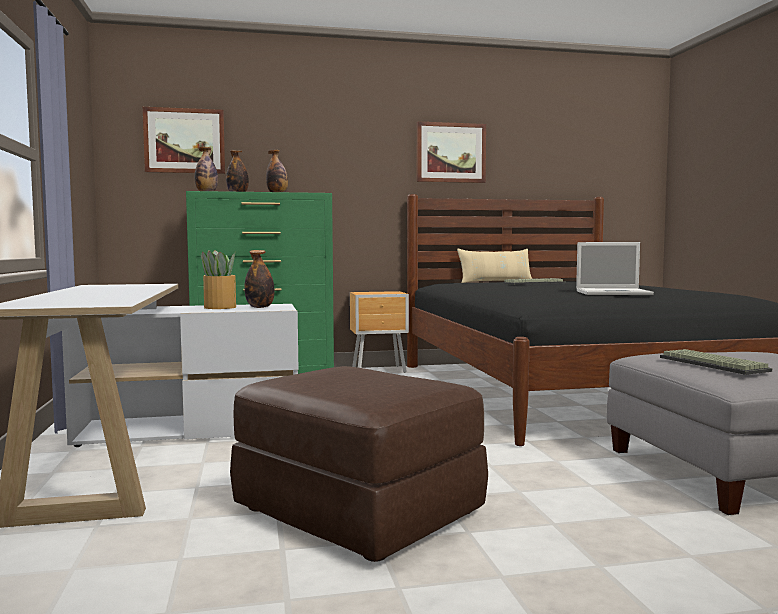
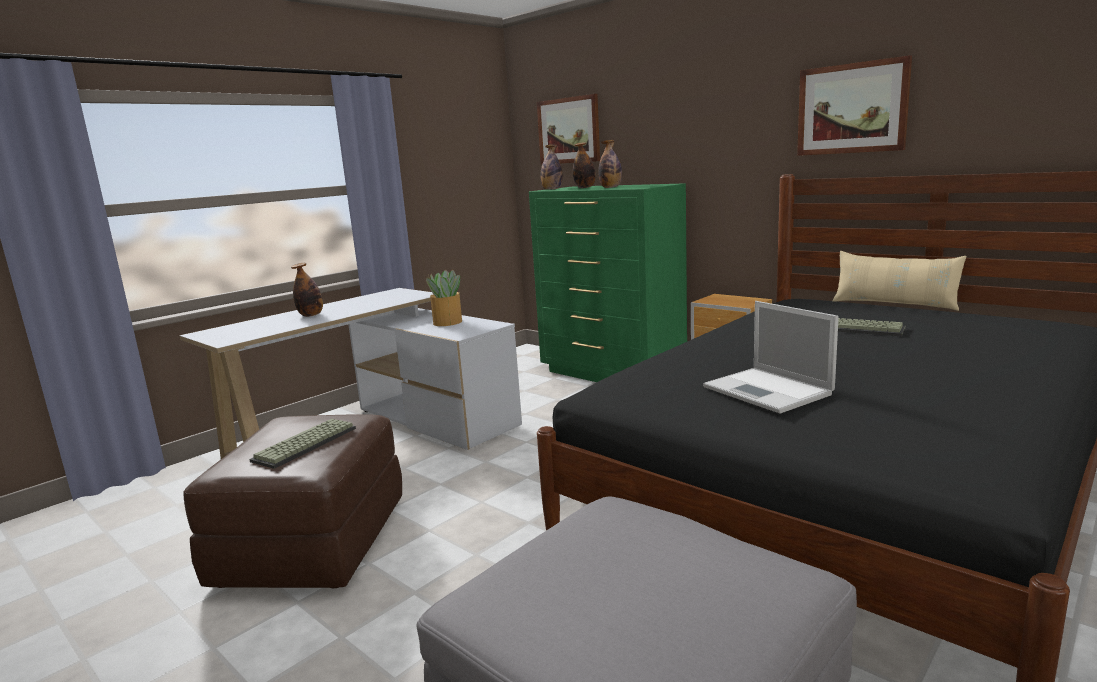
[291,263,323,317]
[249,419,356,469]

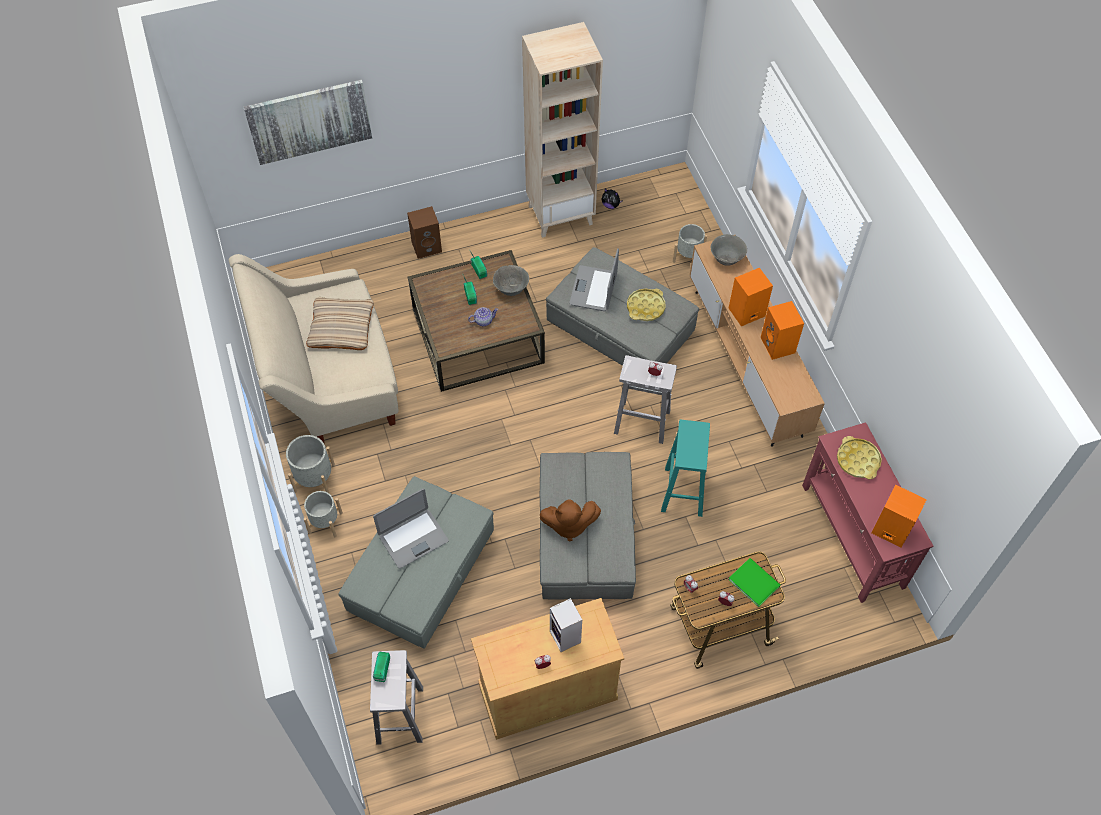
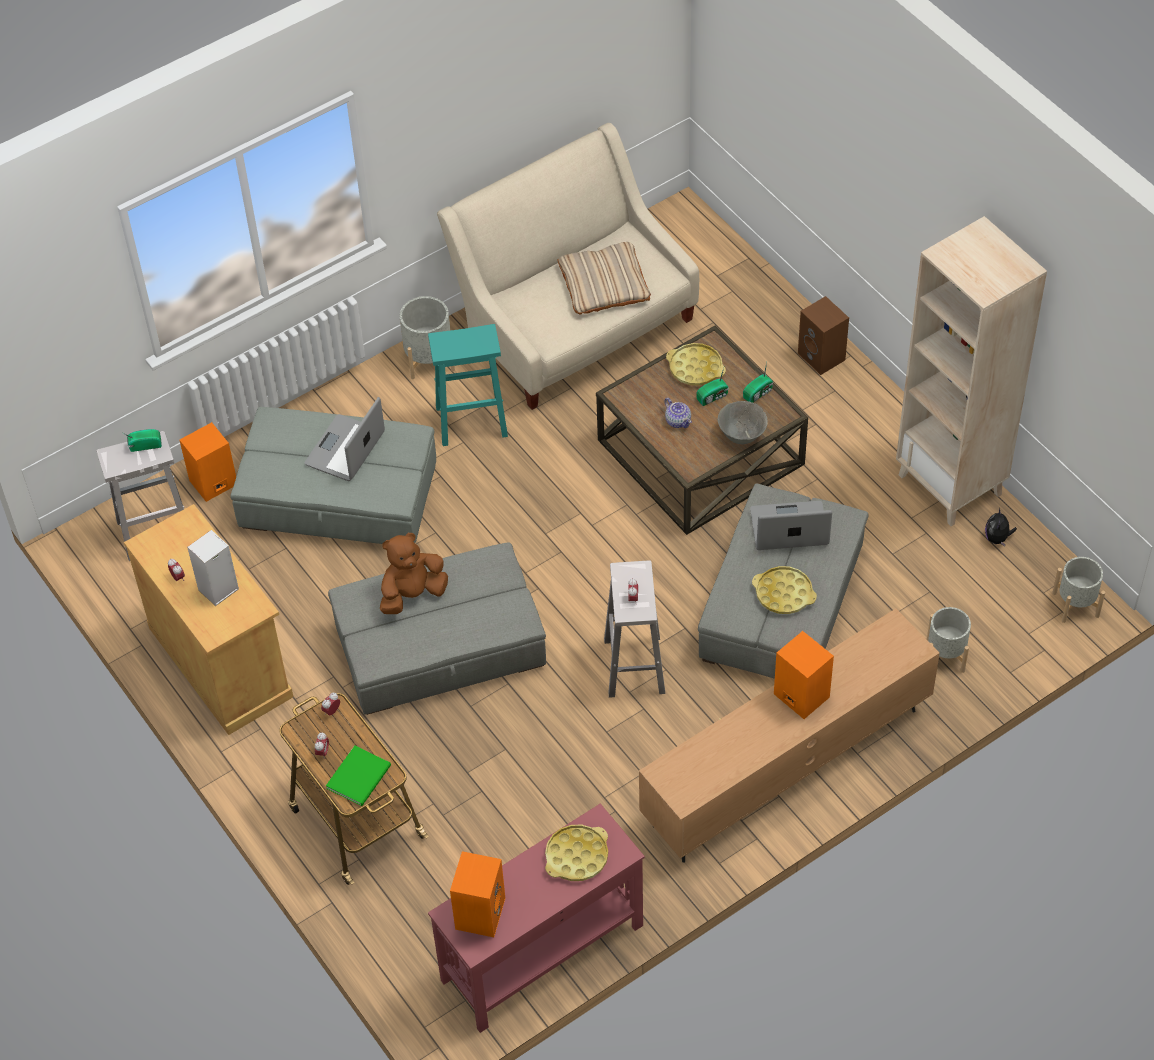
[244,80,372,165] (first image)
[1052,557,1105,623]
[305,397,385,481]
[380,533,448,614]
[428,324,508,446]
[711,234,747,266] (first image)
[179,422,236,502]
[666,343,726,386]

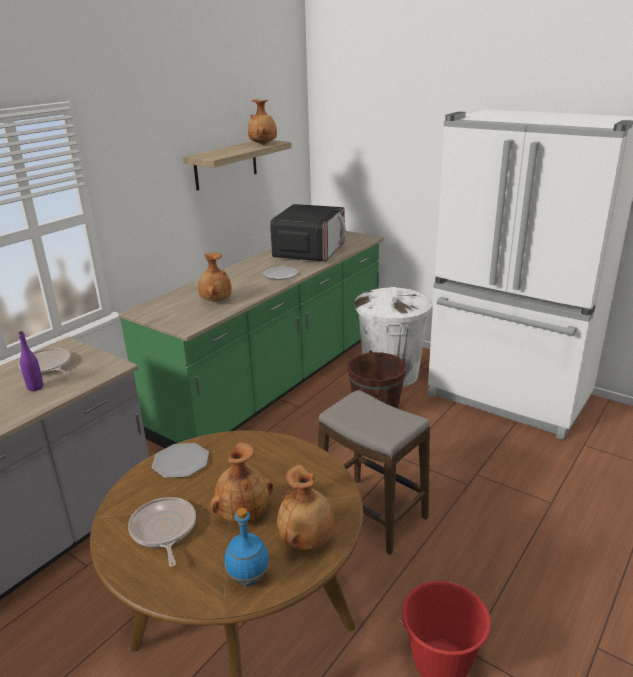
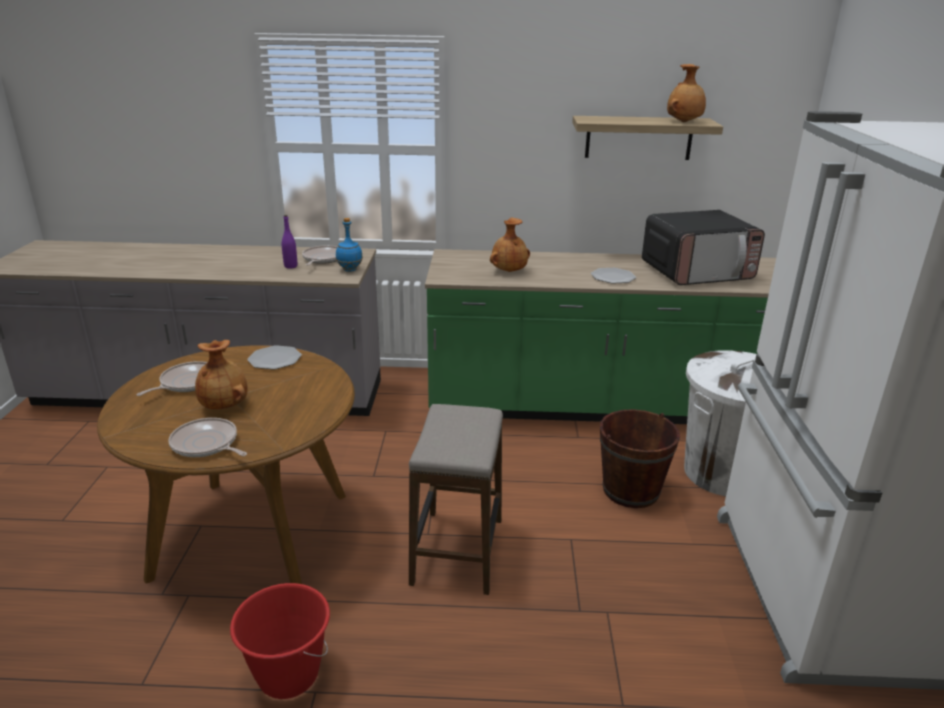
[336,218,363,272]
[168,418,247,457]

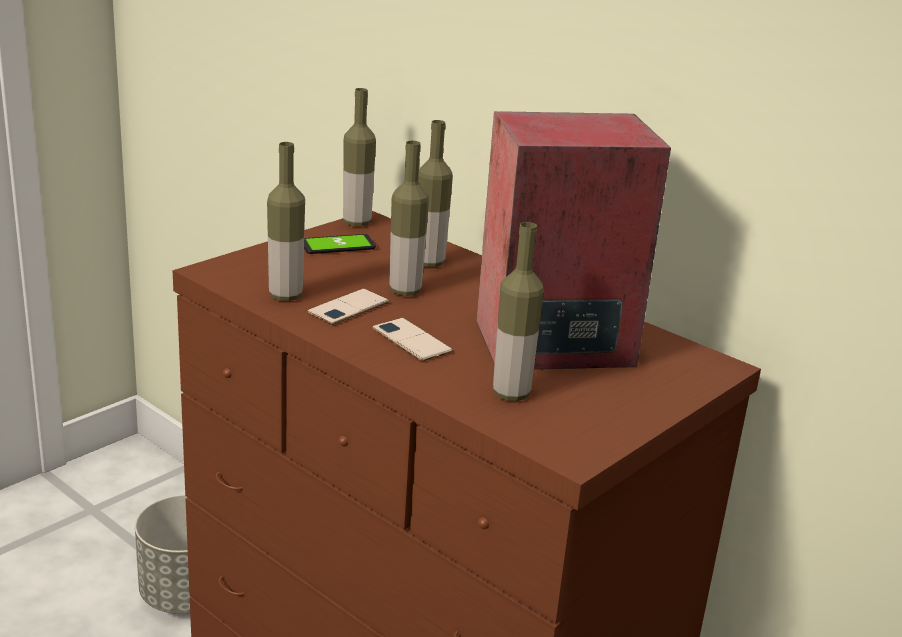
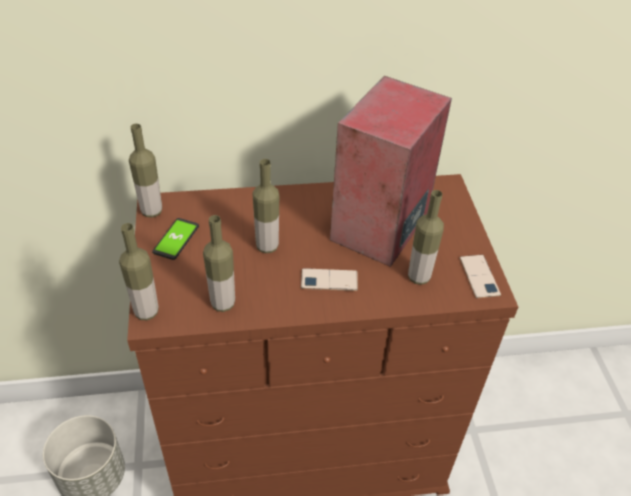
[460,255,501,298]
[119,223,159,320]

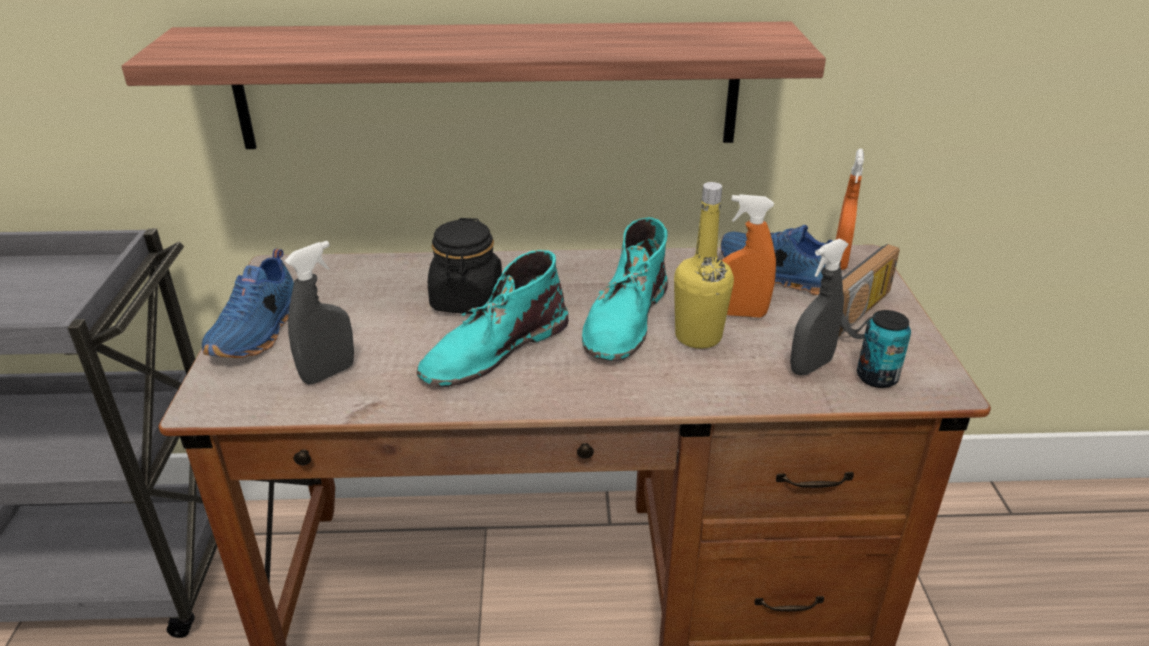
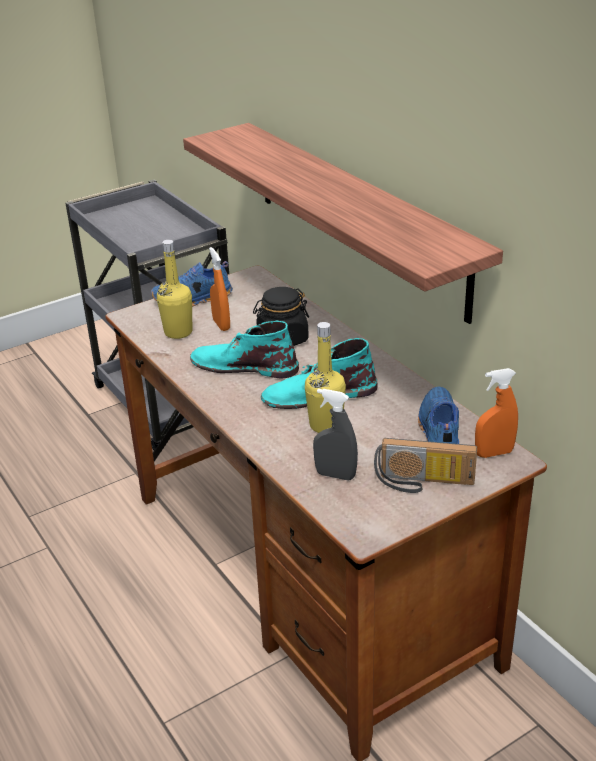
[157,240,192,339]
[209,247,230,331]
[857,310,911,388] (first image)

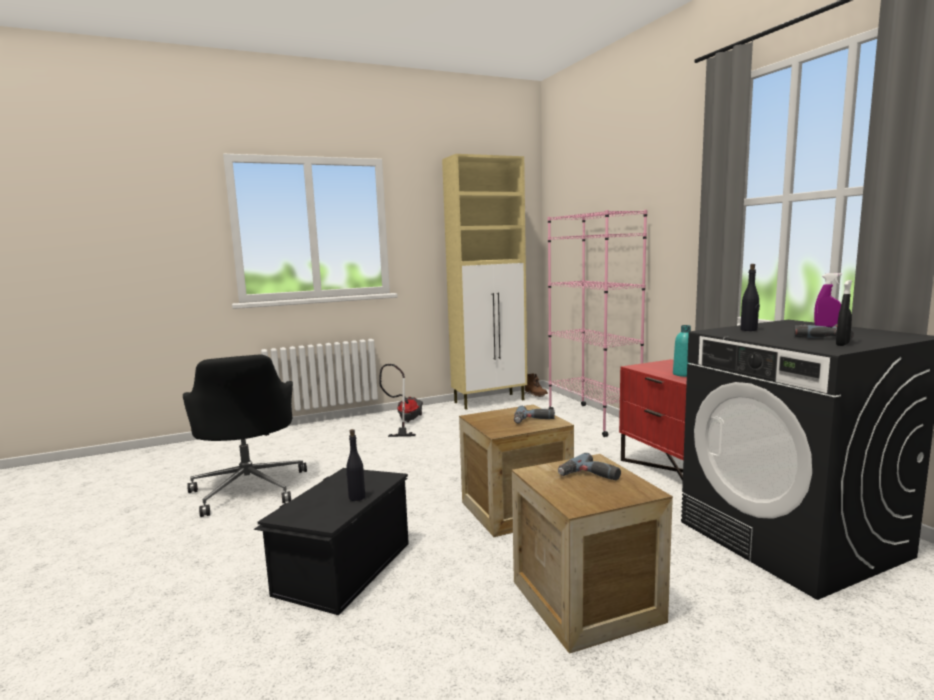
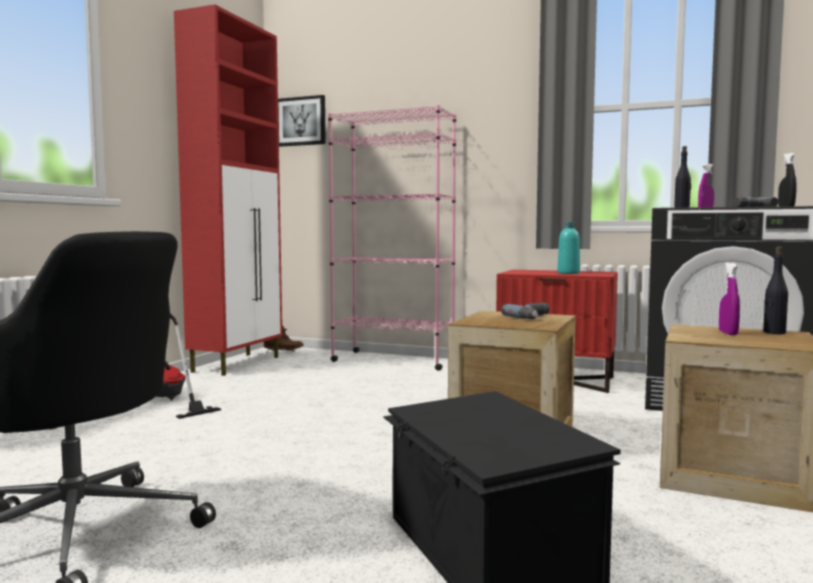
[763,247,788,334]
[174,4,282,376]
[719,262,740,335]
[278,95,326,147]

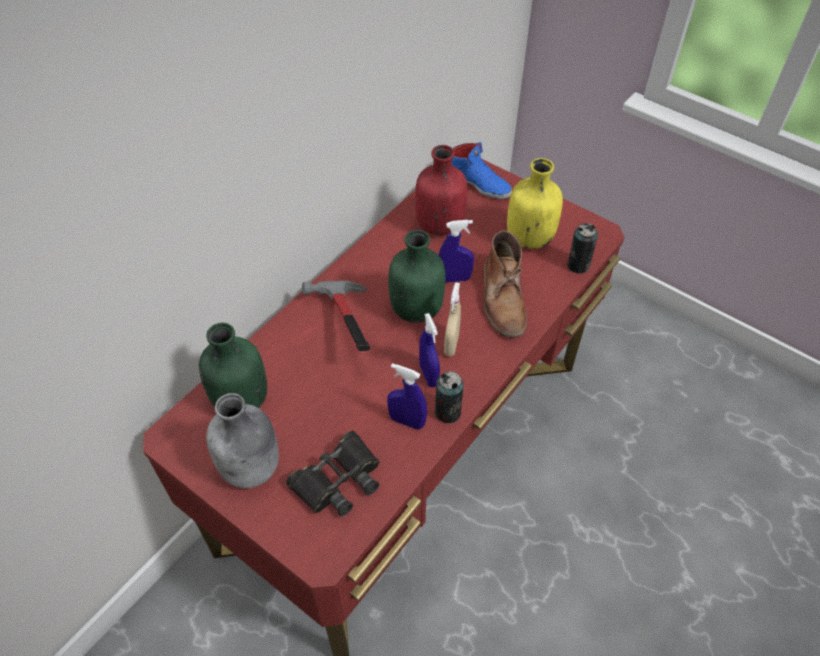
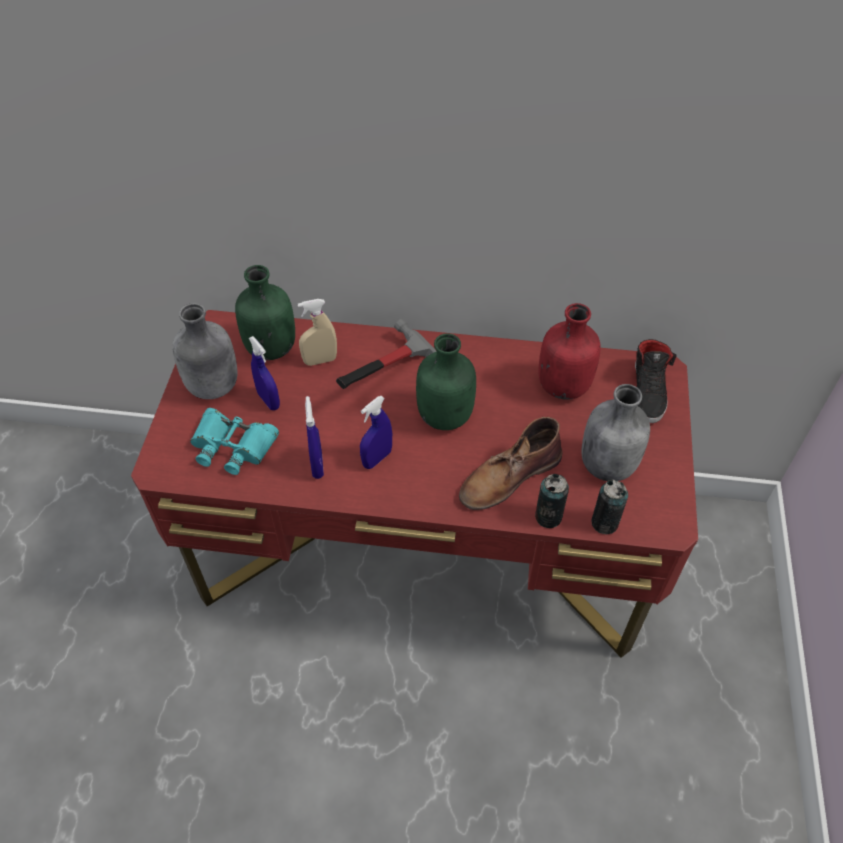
[190,408,279,475]
[535,474,569,528]
[249,336,280,410]
[298,299,337,366]
[635,339,677,423]
[582,384,650,481]

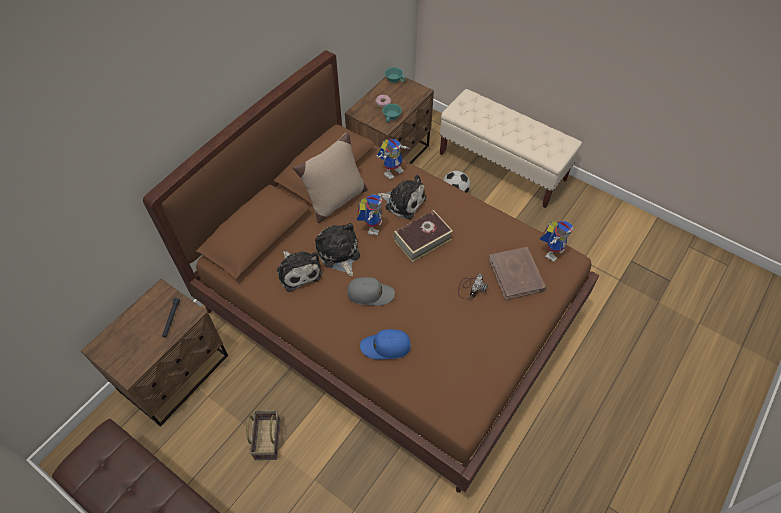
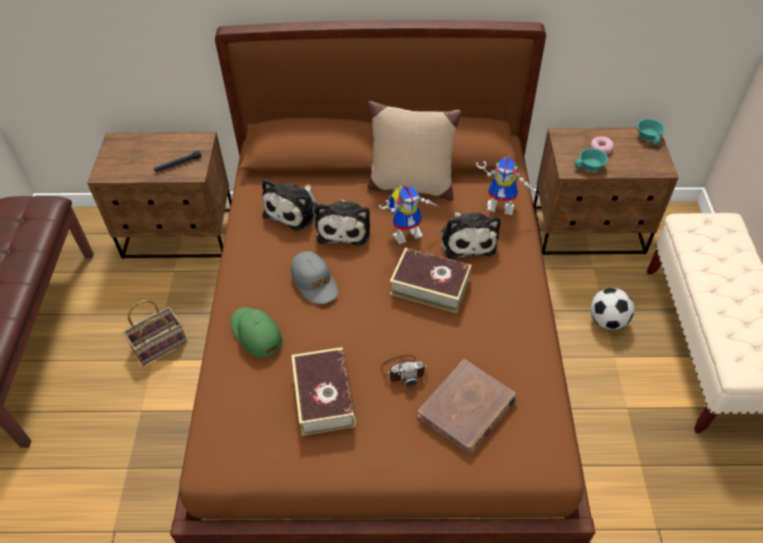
[315,200,370,246]
[231,307,282,358]
[540,220,573,262] (first image)
[291,347,356,436]

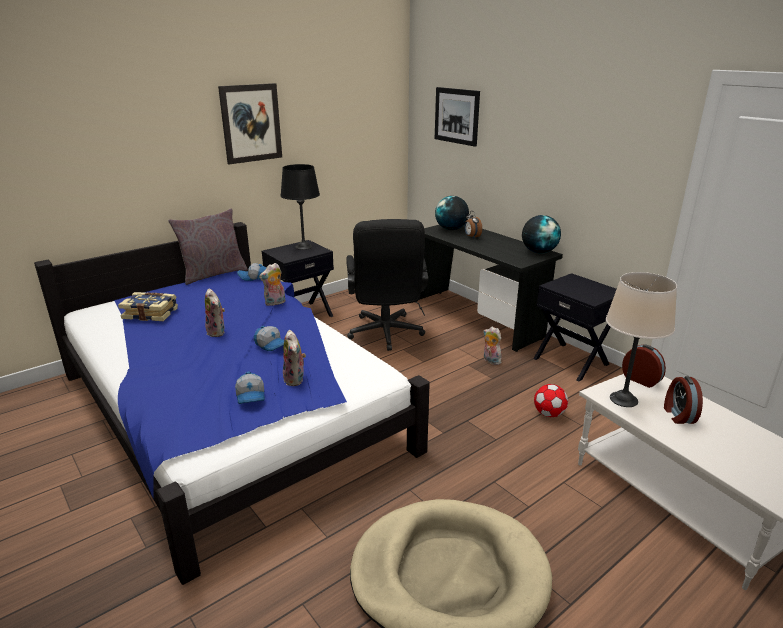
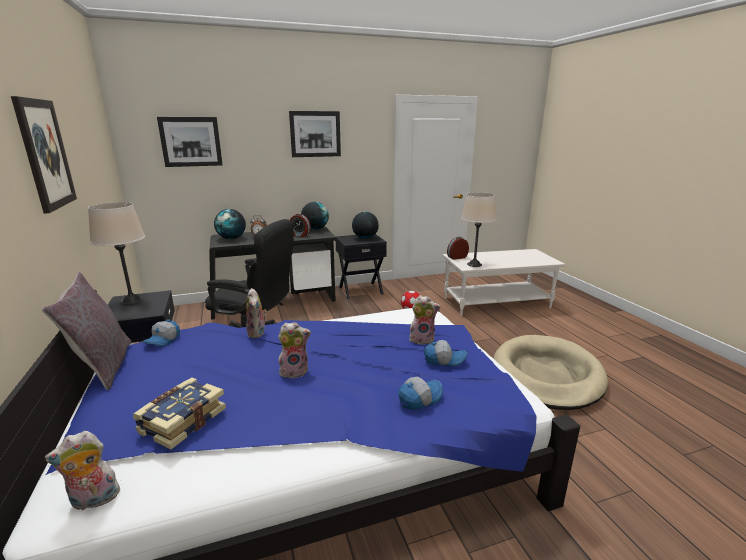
[398,377,443,410]
[88,202,145,305]
[45,431,122,511]
[290,214,311,237]
[289,111,341,157]
[352,212,379,239]

